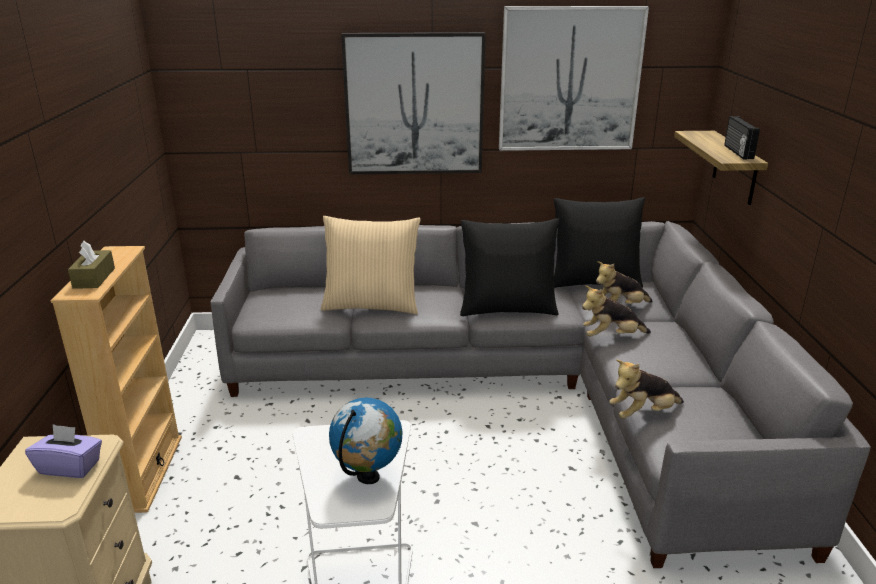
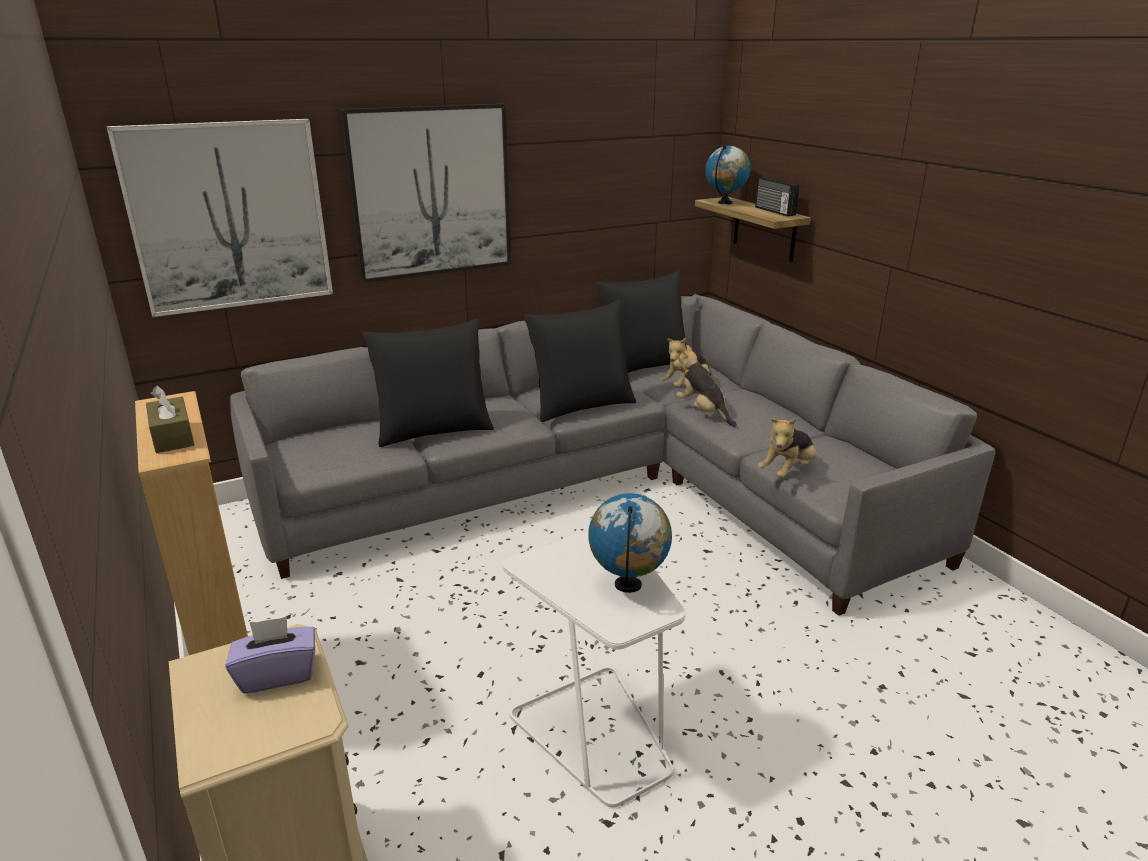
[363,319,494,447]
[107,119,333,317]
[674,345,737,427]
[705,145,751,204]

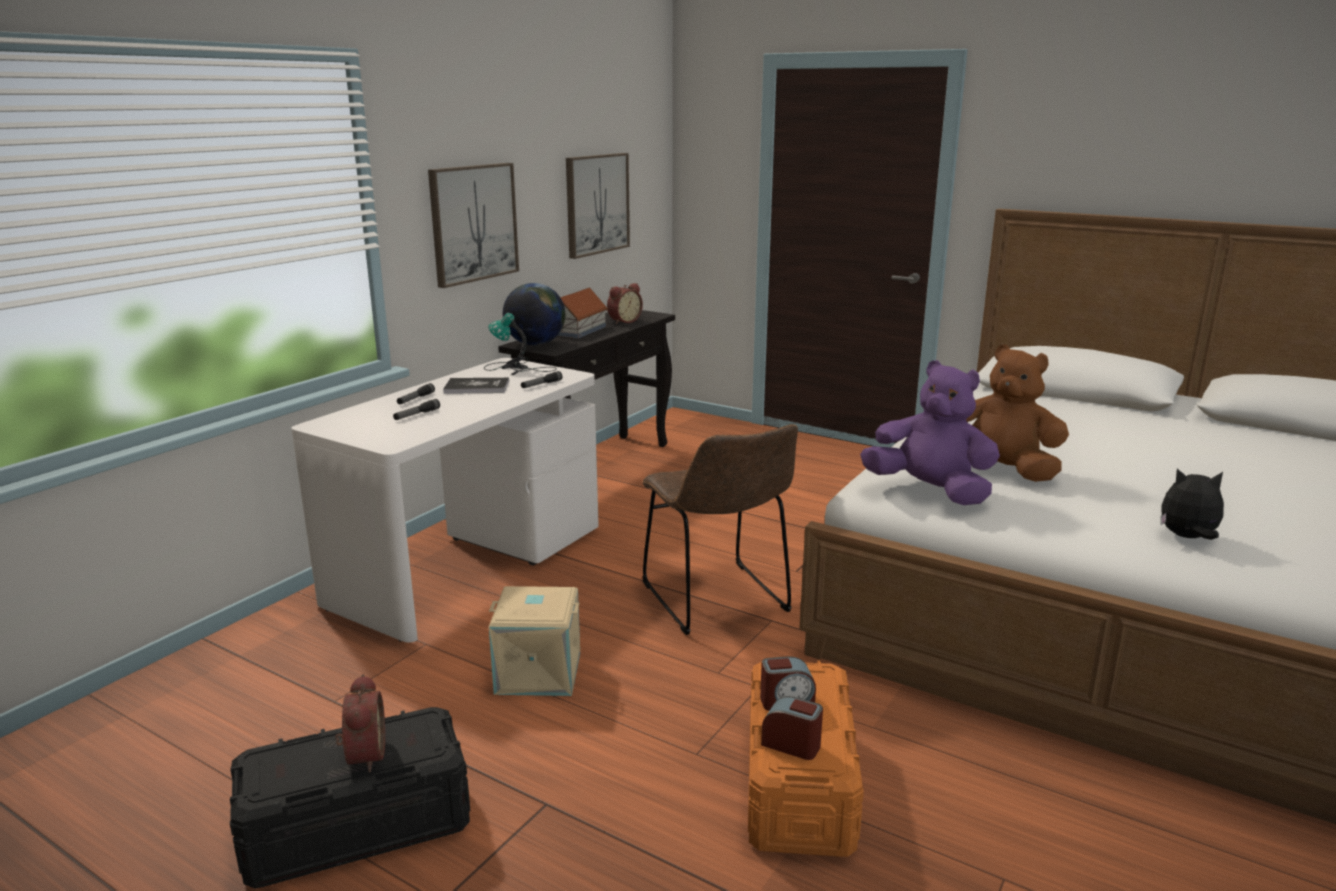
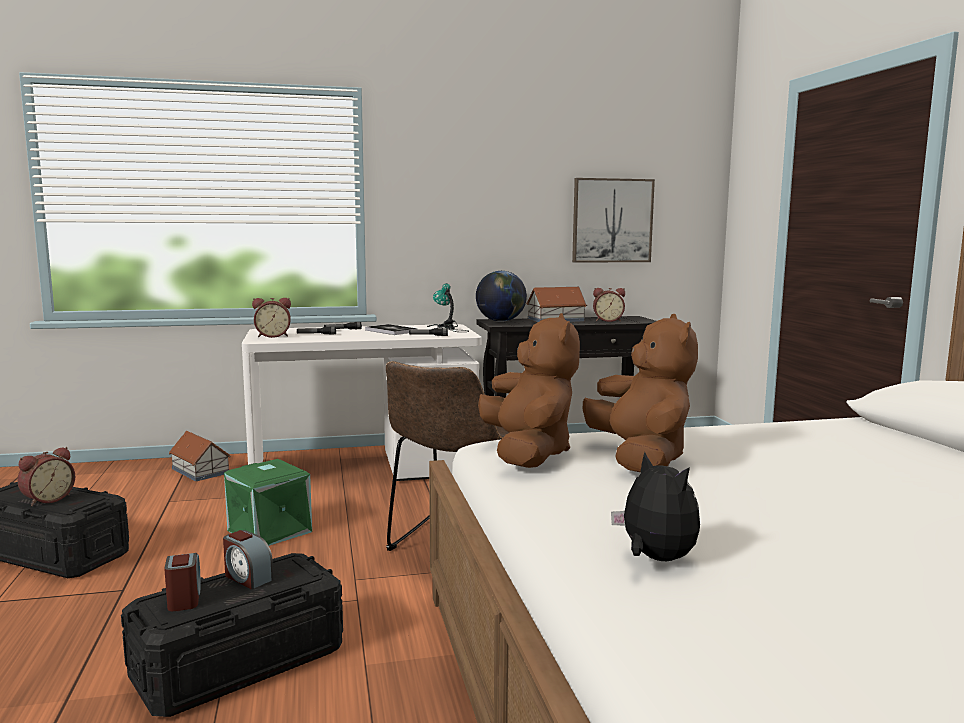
[428,163,519,288] (first image)
[224,459,312,546]
[121,553,343,717]
[478,313,580,468]
[169,431,231,481]
[252,298,291,338]

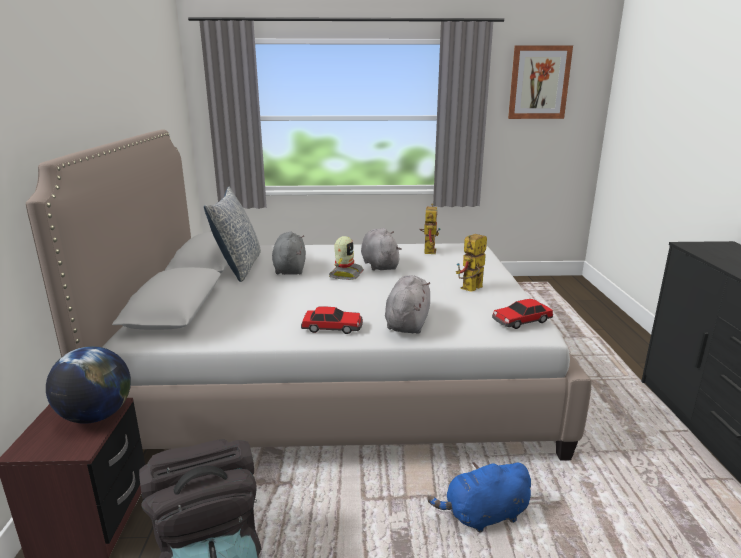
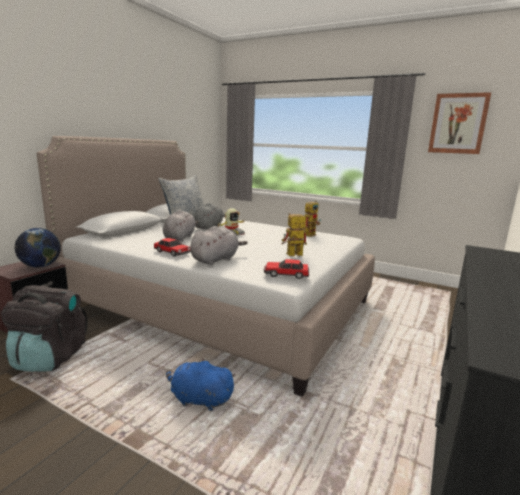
[163,210,199,241]

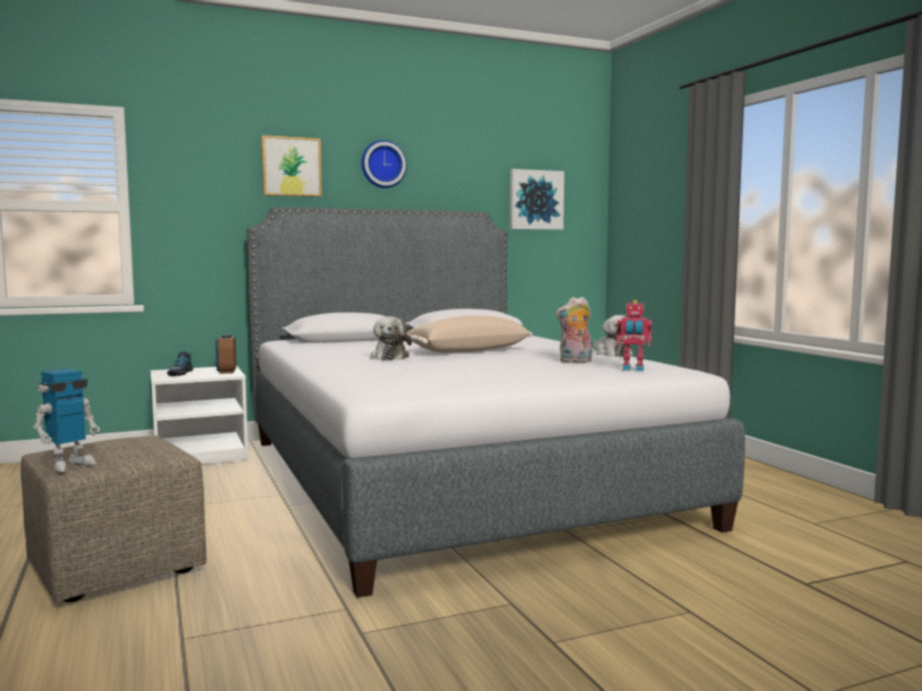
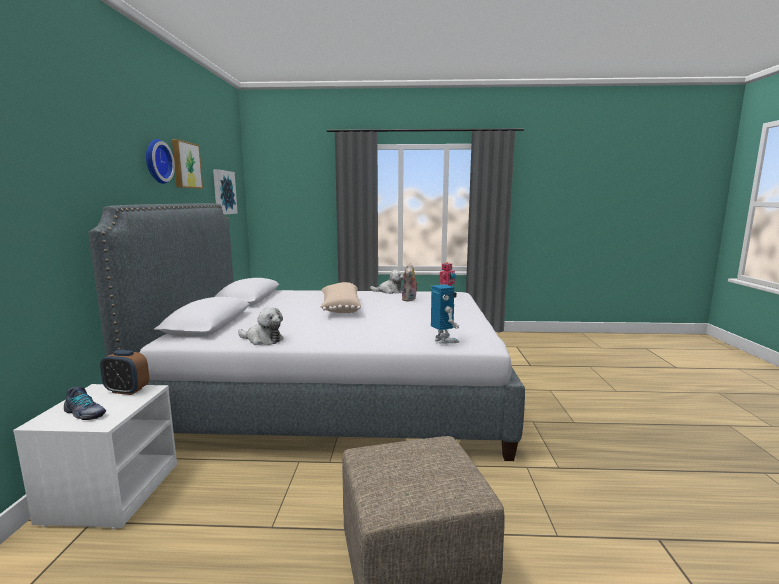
[431,284,459,344]
[172,139,203,189]
[238,307,283,345]

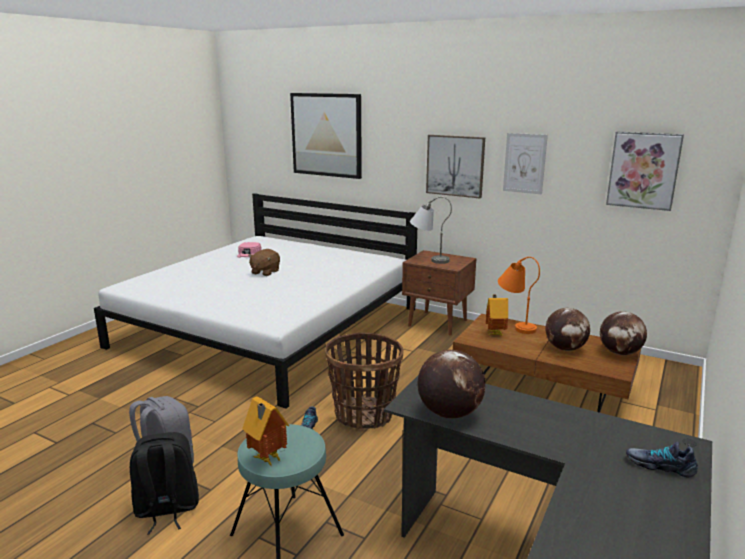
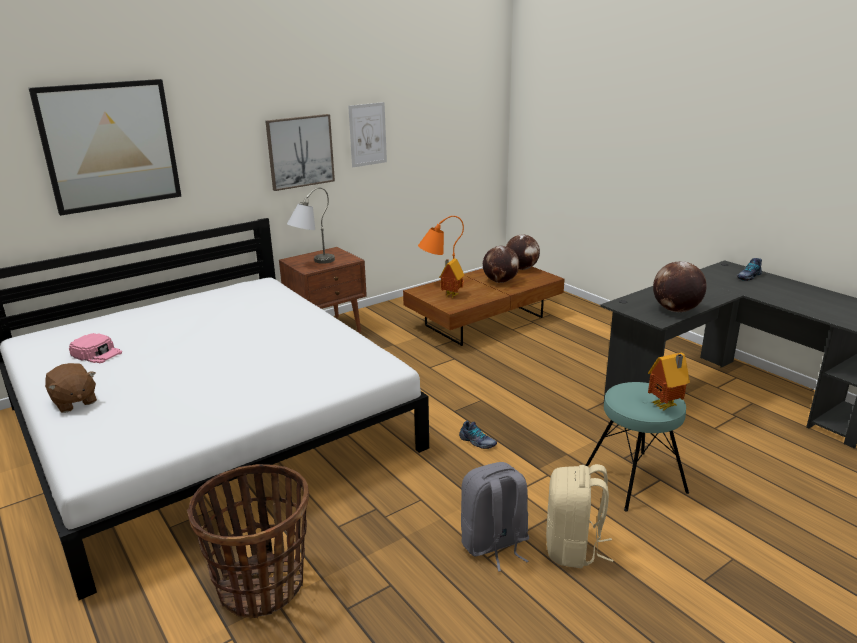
[546,464,614,568]
[45,363,97,413]
[187,464,309,619]
[606,131,684,211] (first image)

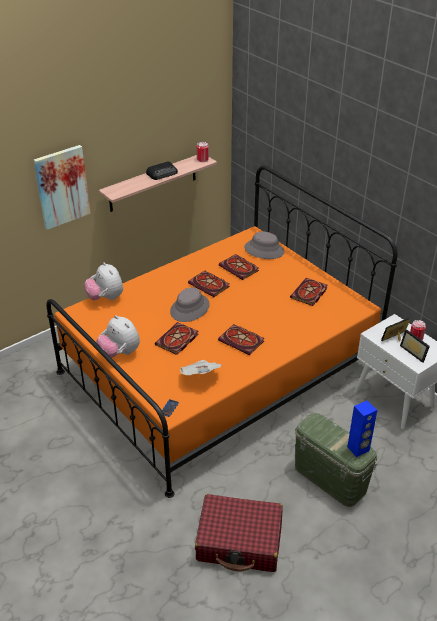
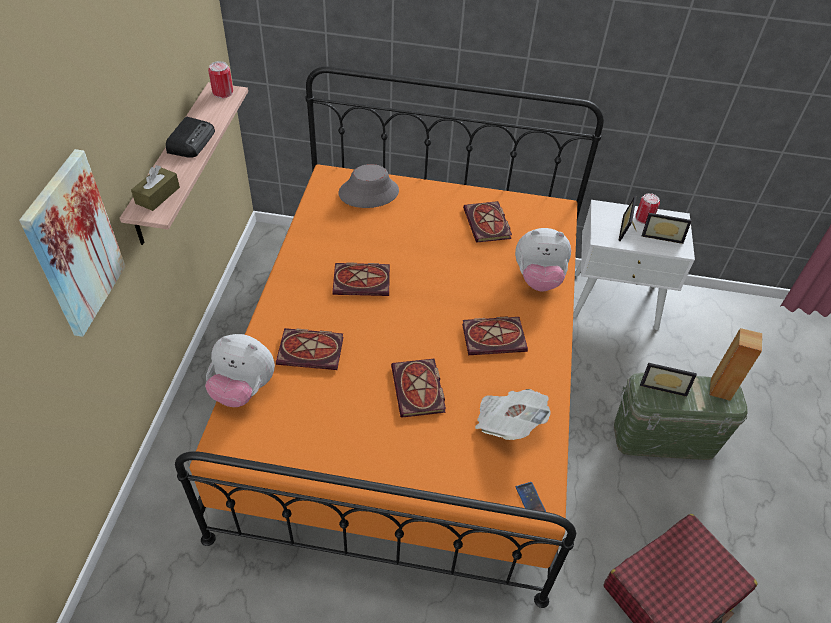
[515,228,571,291]
[170,287,210,322] (first image)
[276,328,343,370]
[710,328,763,401]
[131,165,180,211]
[640,363,697,397]

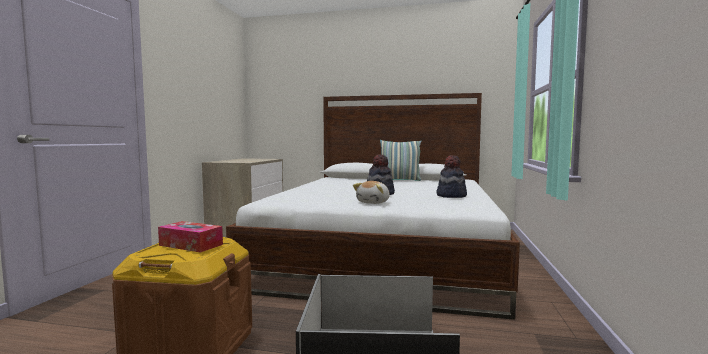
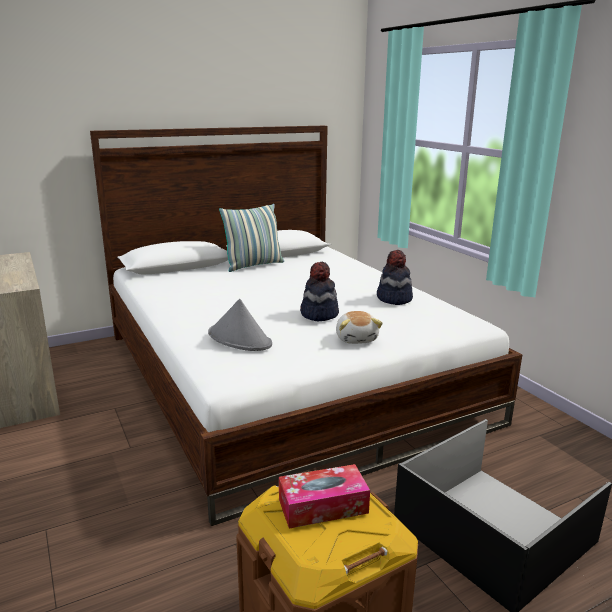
[208,299,272,351]

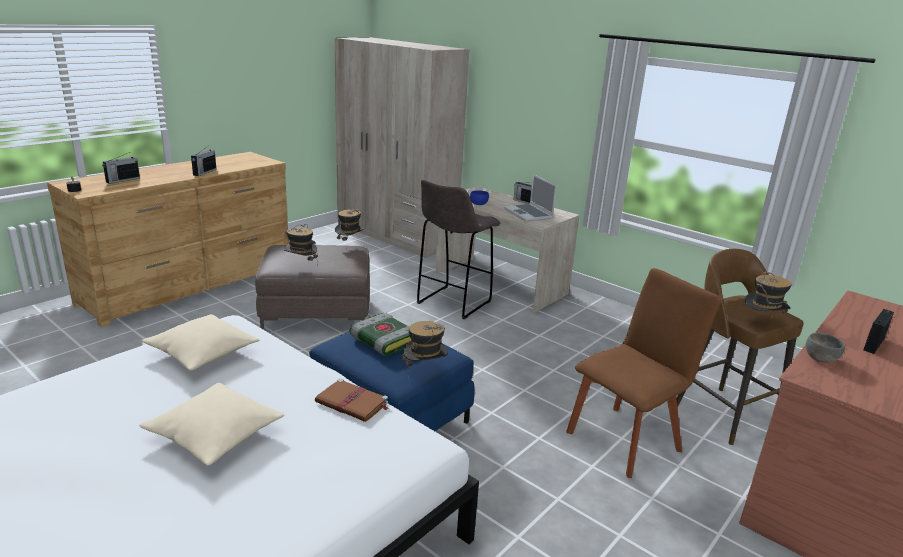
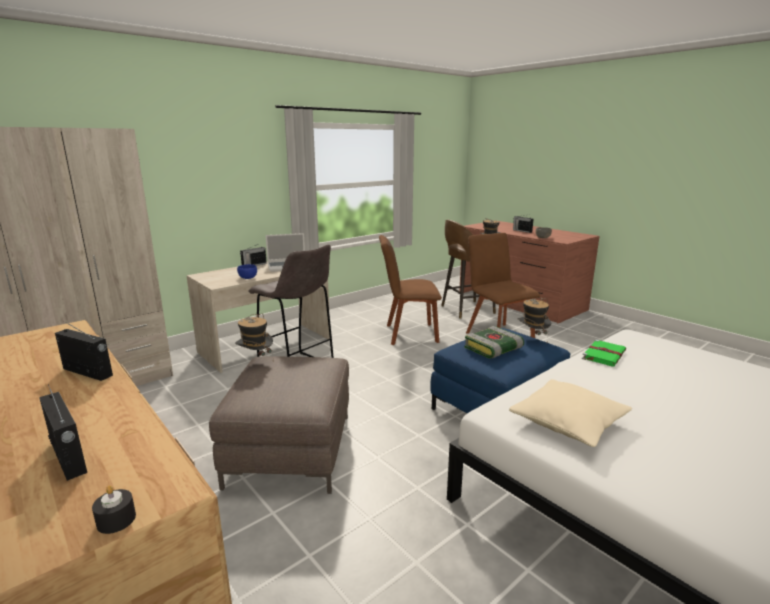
[139,383,284,465] (first image)
[284,224,317,261] (first image)
[582,339,626,366]
[379,235,442,345]

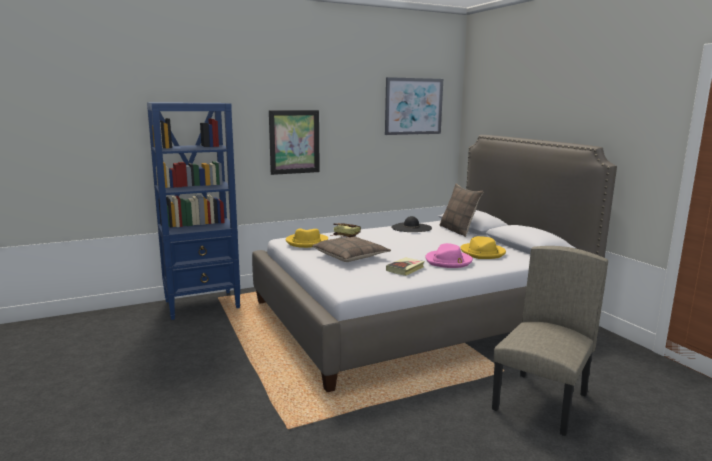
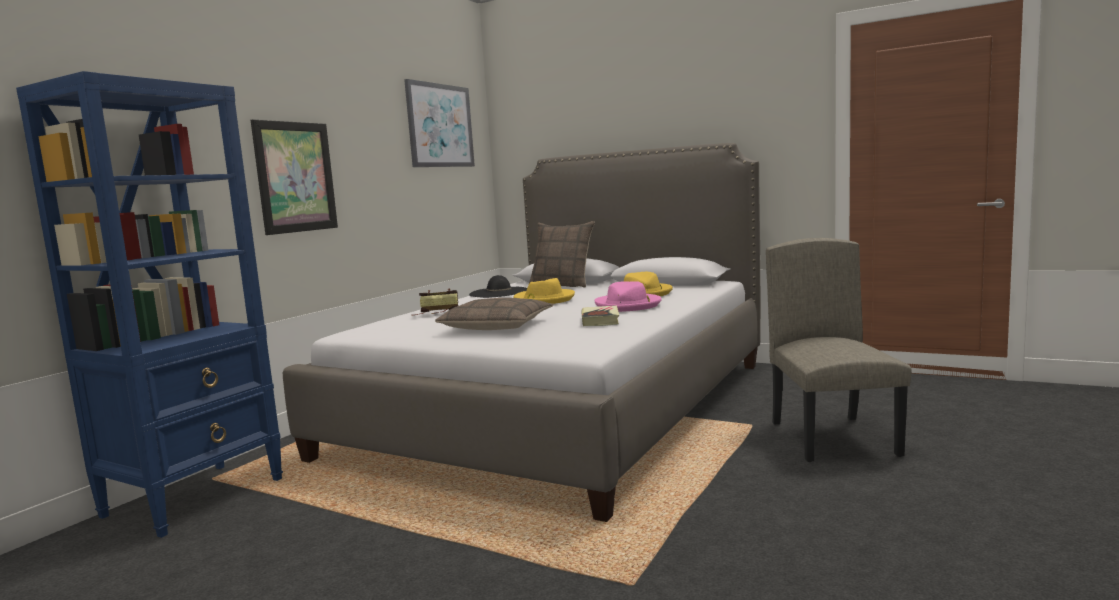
[513,278,575,304]

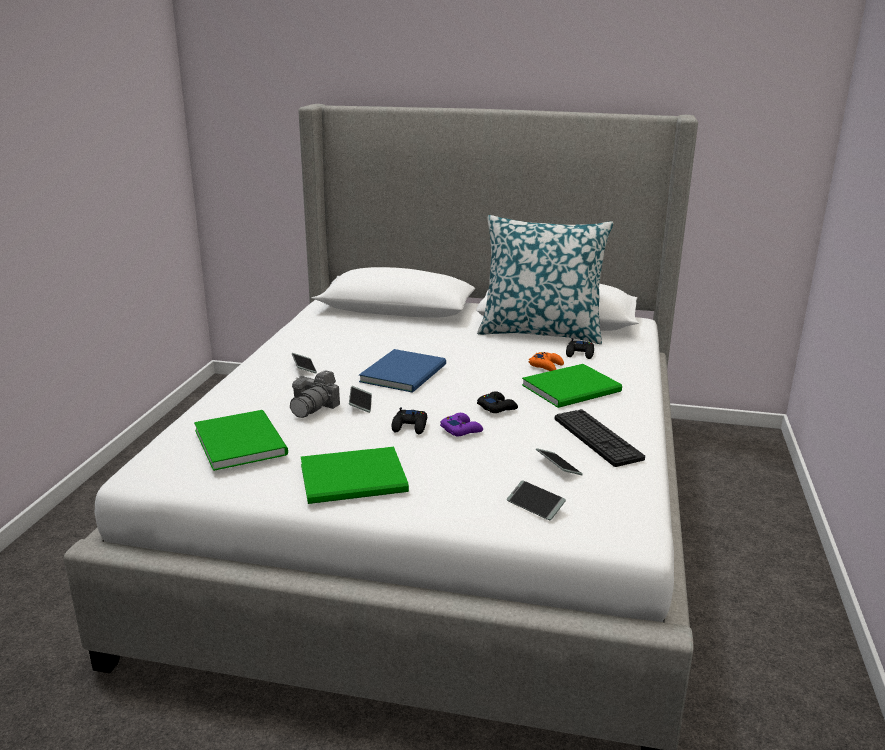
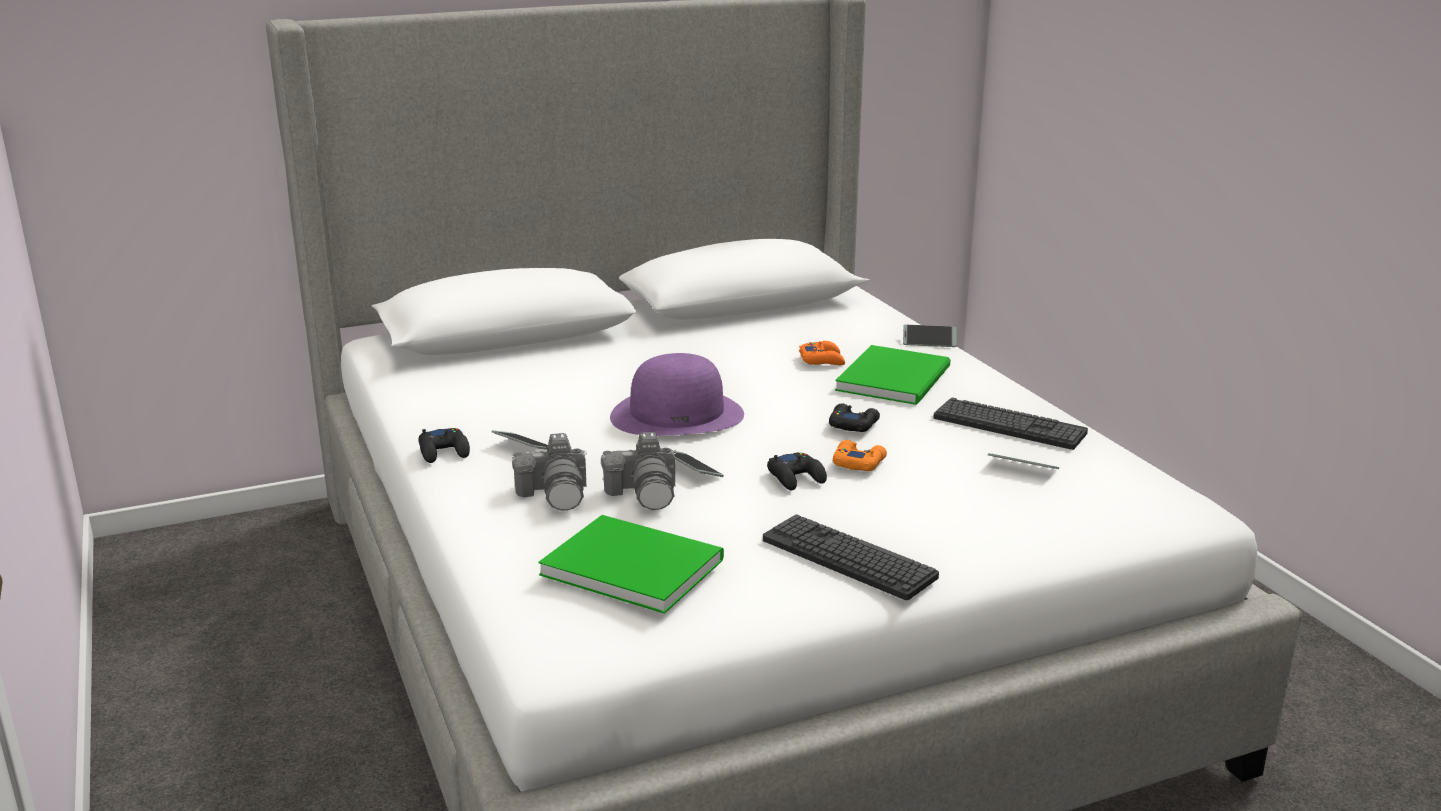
[763,514,939,600]
[610,353,744,436]
[833,440,887,471]
[477,215,613,344] (first image)
[903,325,957,347]
[419,428,470,463]
[512,433,587,511]

